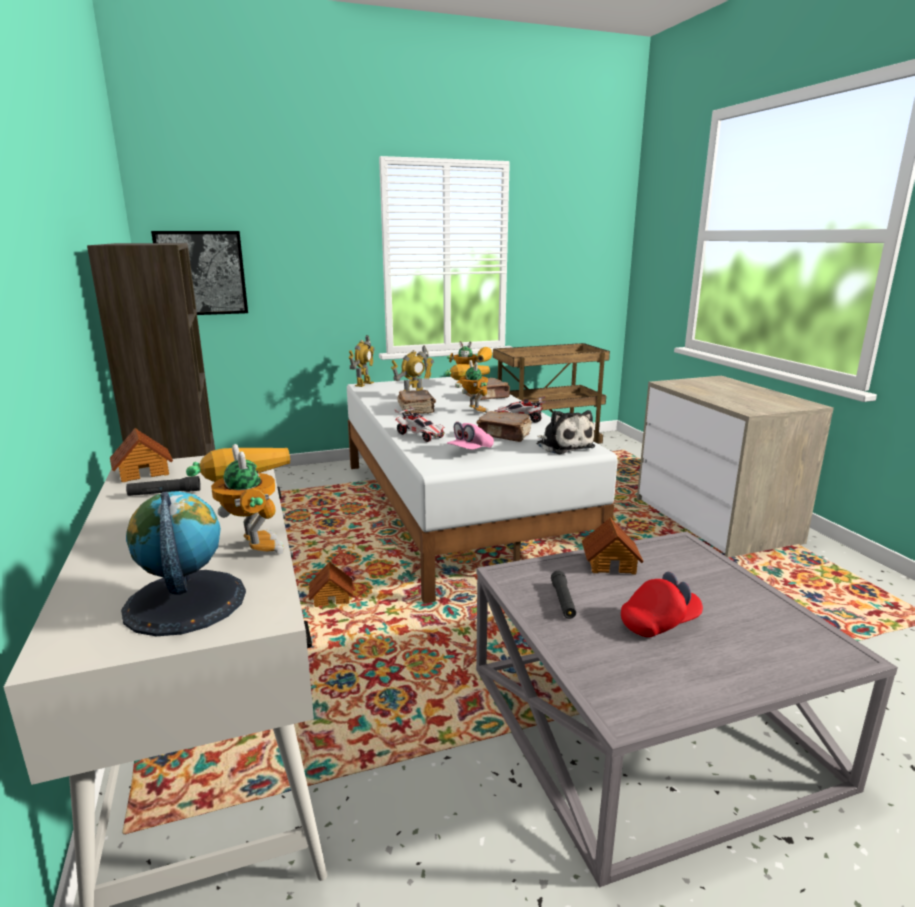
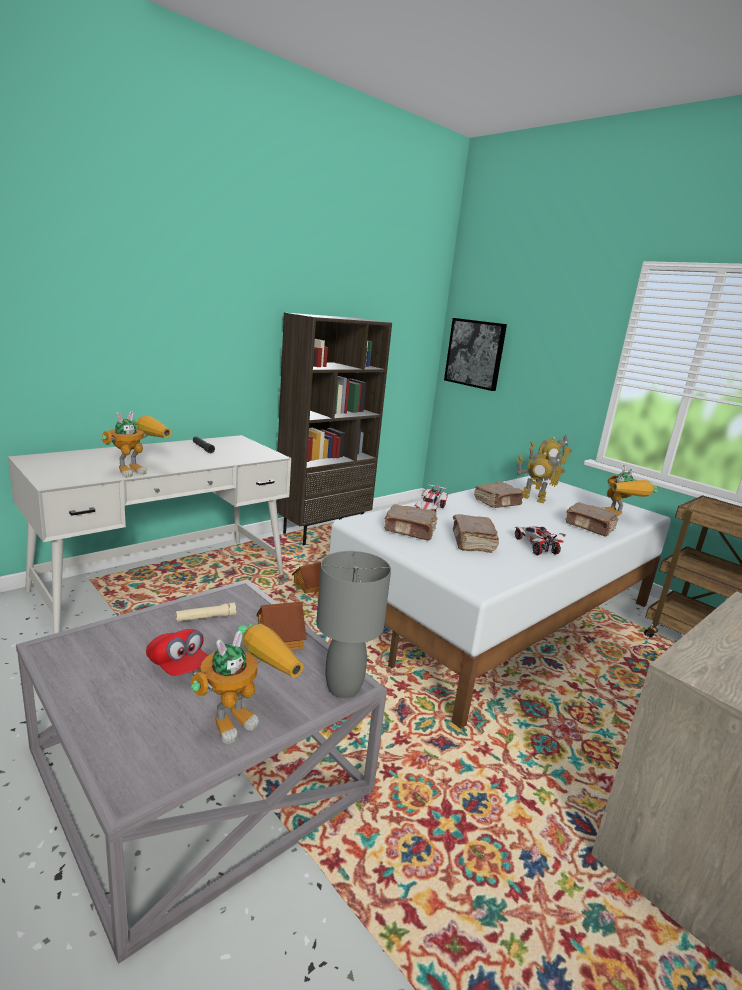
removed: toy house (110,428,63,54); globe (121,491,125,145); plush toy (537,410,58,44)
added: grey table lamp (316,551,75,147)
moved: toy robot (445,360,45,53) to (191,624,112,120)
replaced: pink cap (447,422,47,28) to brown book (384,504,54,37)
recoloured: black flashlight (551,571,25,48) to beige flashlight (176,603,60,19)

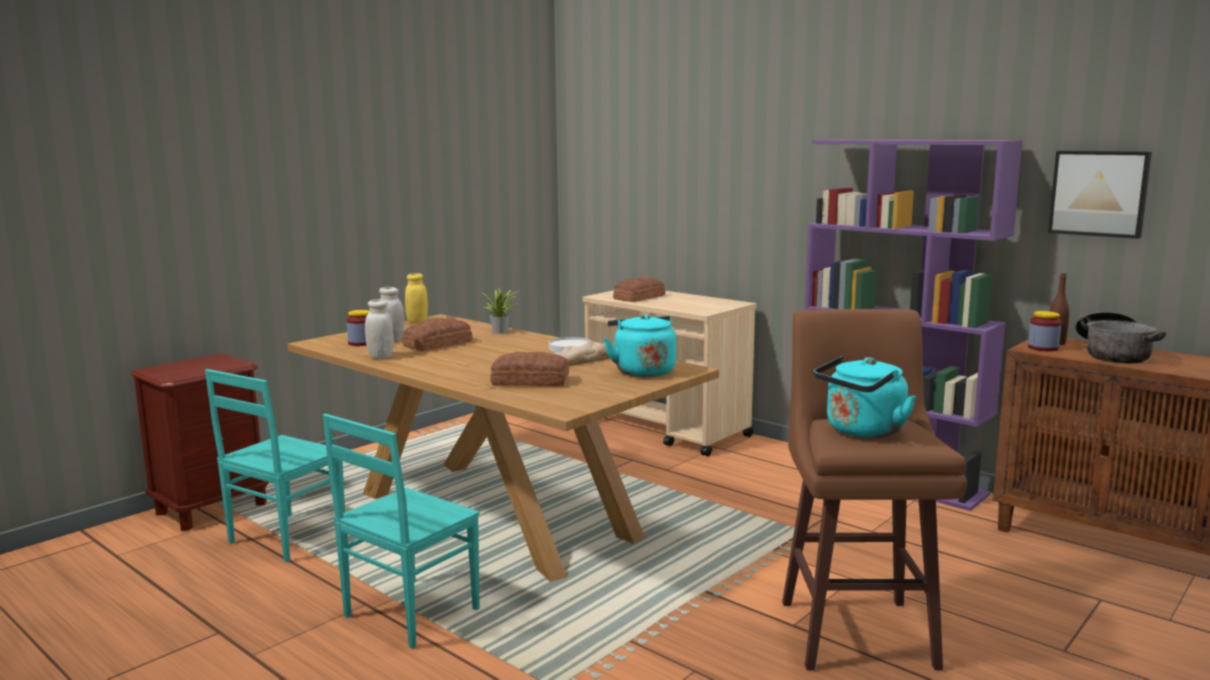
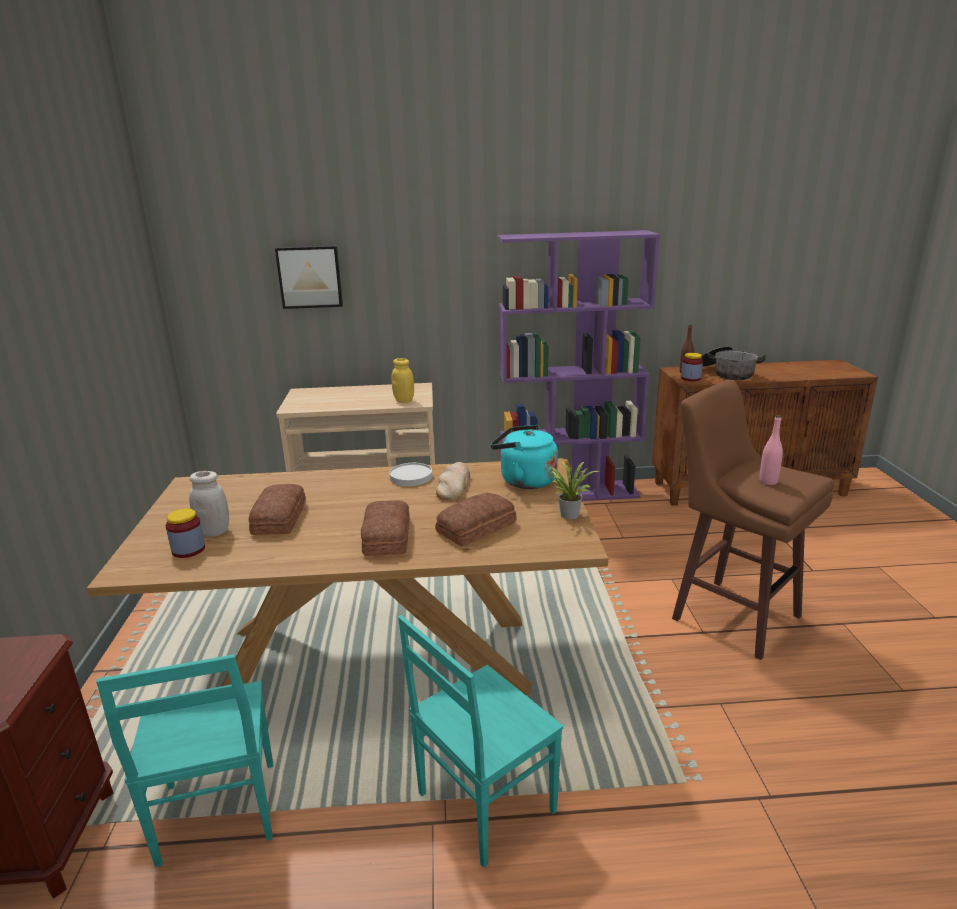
removed: white jar (365,299,29,60)
moved: yellow jar (405,273,23,51) to (391,358,23,45); potted plant (482,287,37,47) to (551,461,48,58); bread (613,277,52,25) to (361,500,49,56); picture (1048,151,104,88) to (275,246,68,63)
replaced: turquoise kettle (814,356,102,82) to pink bottle (759,415,24,70)
turned: turquoise chair (323,414,157,235) = (398,615,166,253) 60 degrees clockwise

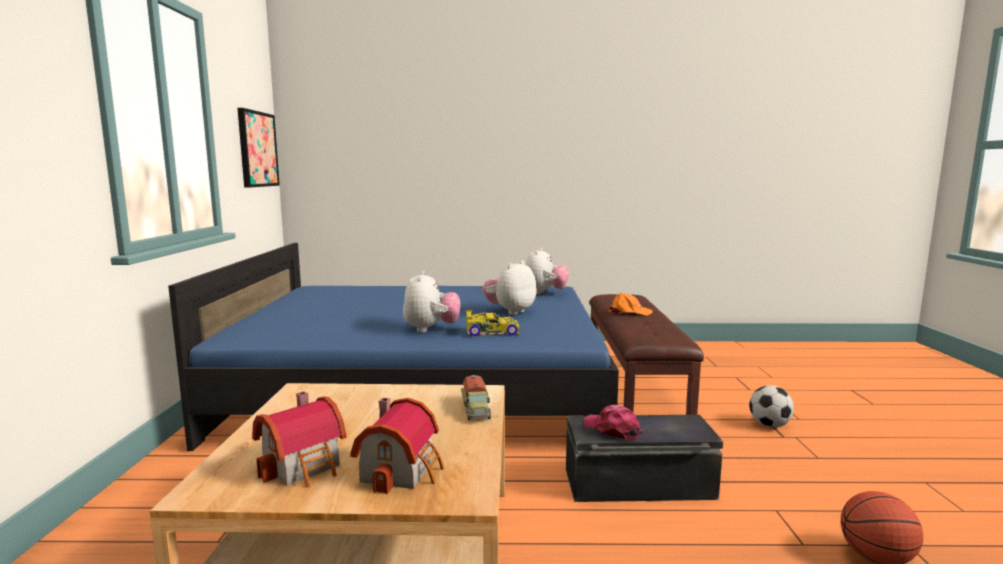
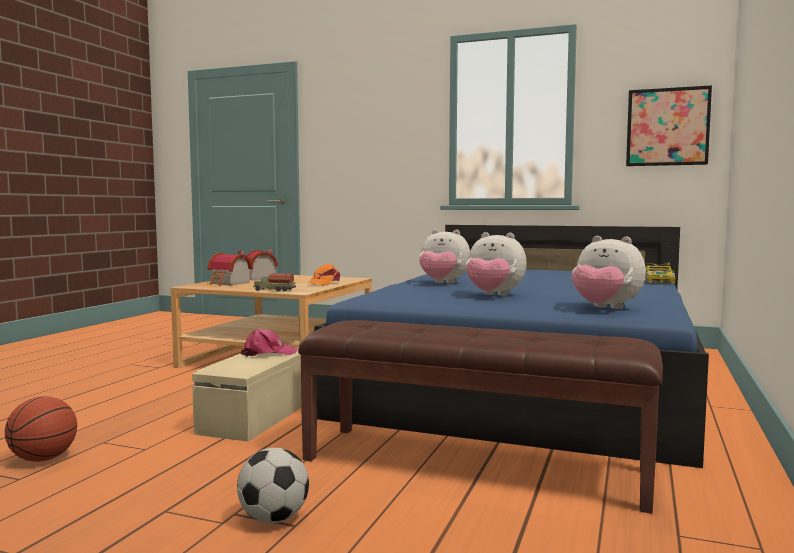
moved: toy car (465,310,55,26) to (644,262,32,21); orange cap (608,293,45,22) to (307,264,33,22)
recoloured: black storage box (566,415,157,87) to beige storage box (192,347,110,95)
turned: plush toy (482,260,55,55) = (466,232,61,64) 150 degrees clockwise

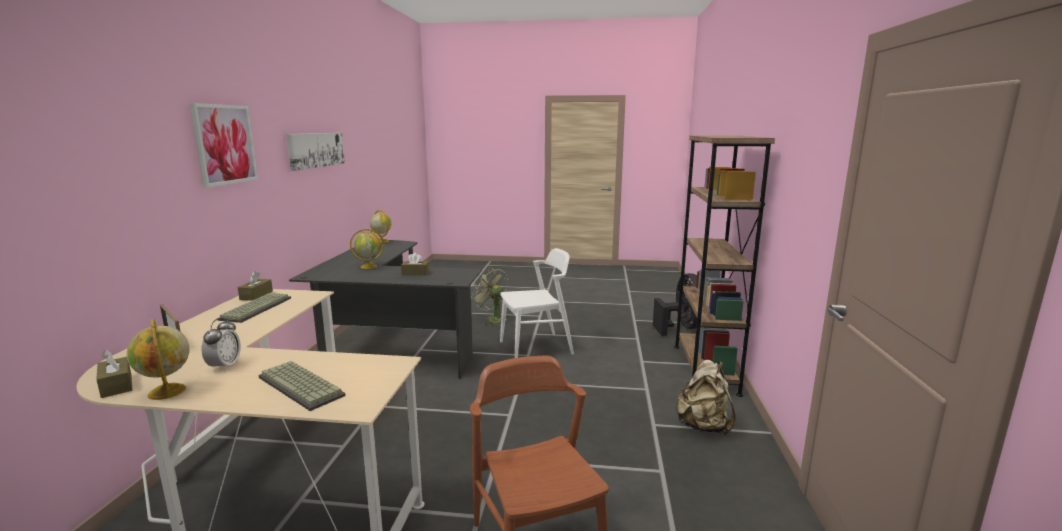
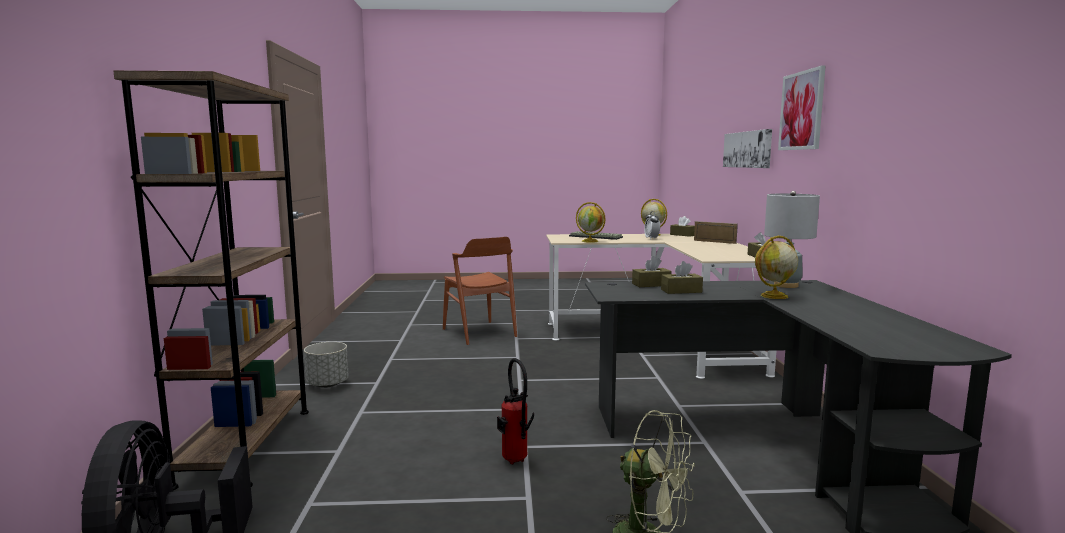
removed: keyboard (218,293,73,30)
added: brown tissue box (632,256,40,31); grey table lamp (764,191,56,97)
moved: picture (286,133,59,38) to (723,129,49,39); globe (370,210,21,33) to (576,202,30,41)
replaced: white chair (500,248,74,110) to fire extinguisher (497,358,37,106); beige backpack (675,360,61,76) to grey planter (304,342,45,46)

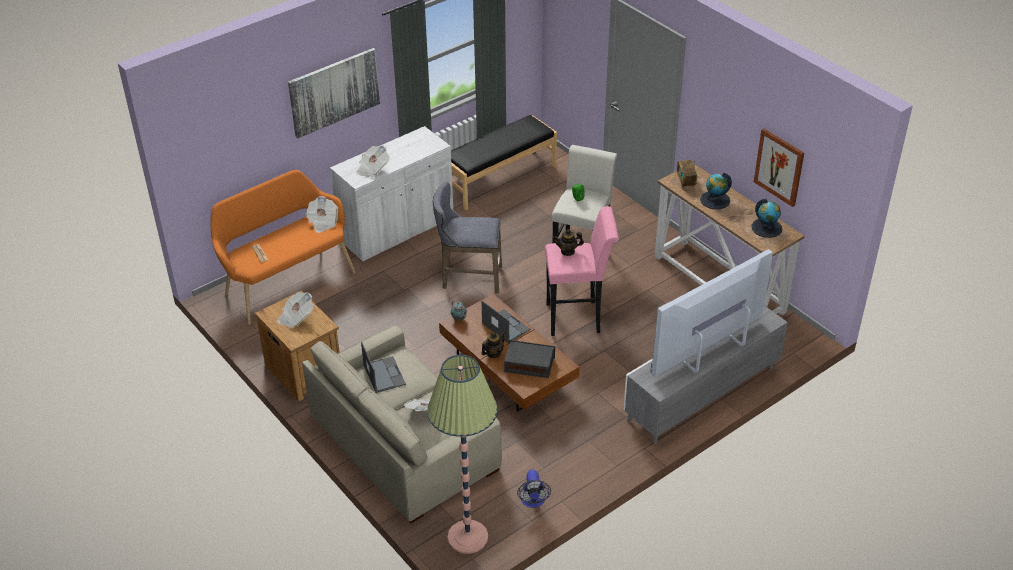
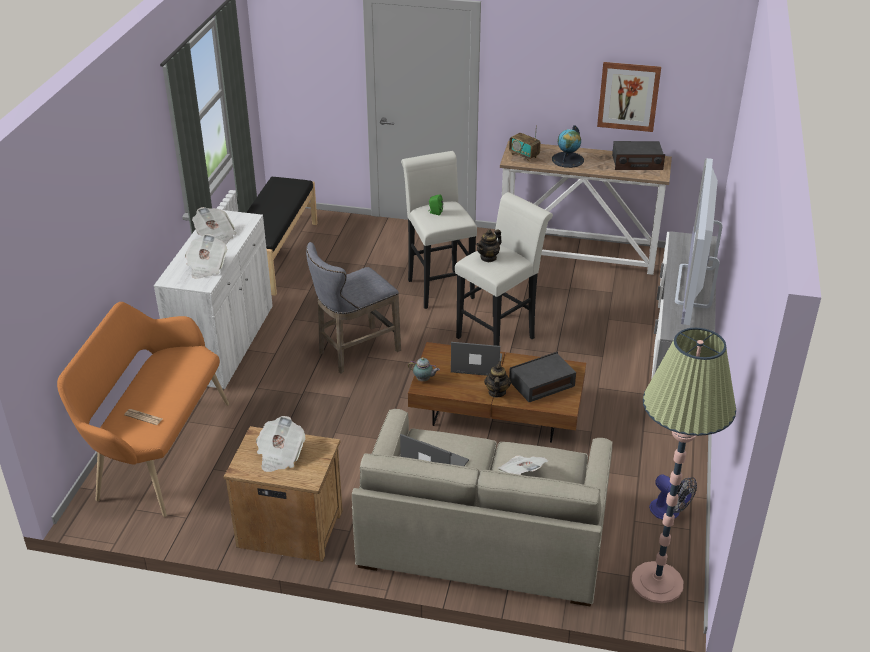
removed: picture (288,48,92,90)
moved: newspaper (306,196,32,37) to (192,207,45,37)
replaced: globe (751,199,31,39) to radio (612,141,53,29)
recoloured: pink stool (545,206,74,130) to white stool (455,192,98,154)

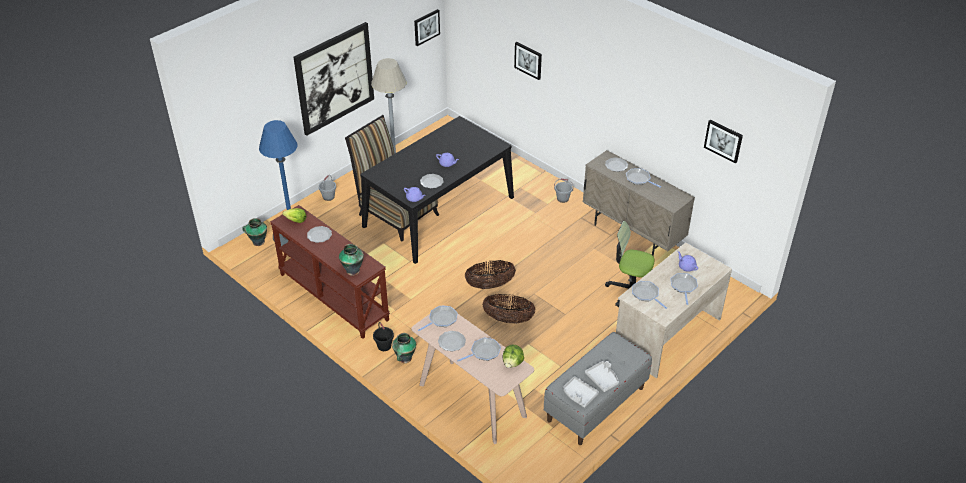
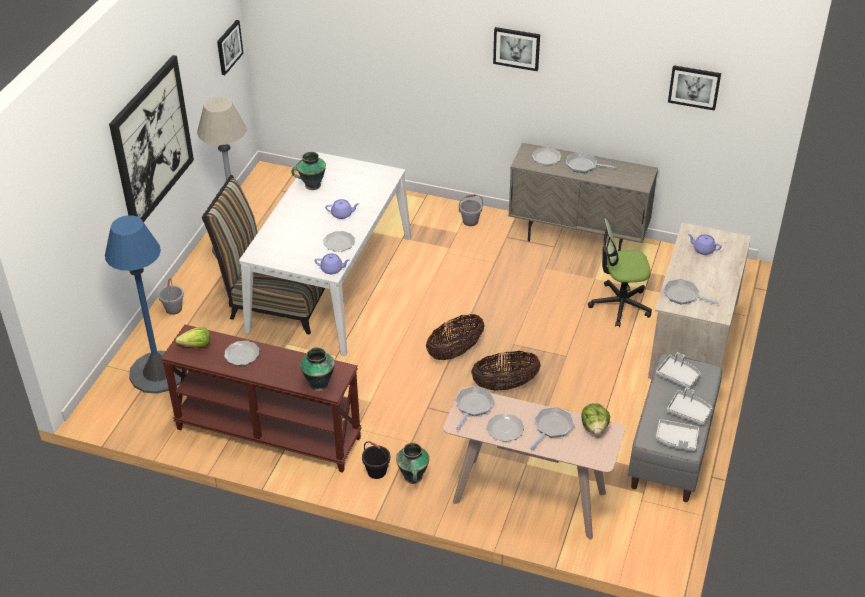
removed: frying pan (670,273,28,32)
added: grey tray (656,352,45,36)
moved: vase (242,218,25,28) to (291,152,35,38); picture (514,42,28,38) to (493,27,47,44)
recoloured: black dining table (360,116,154,148) to white dining table (239,152,172,205)

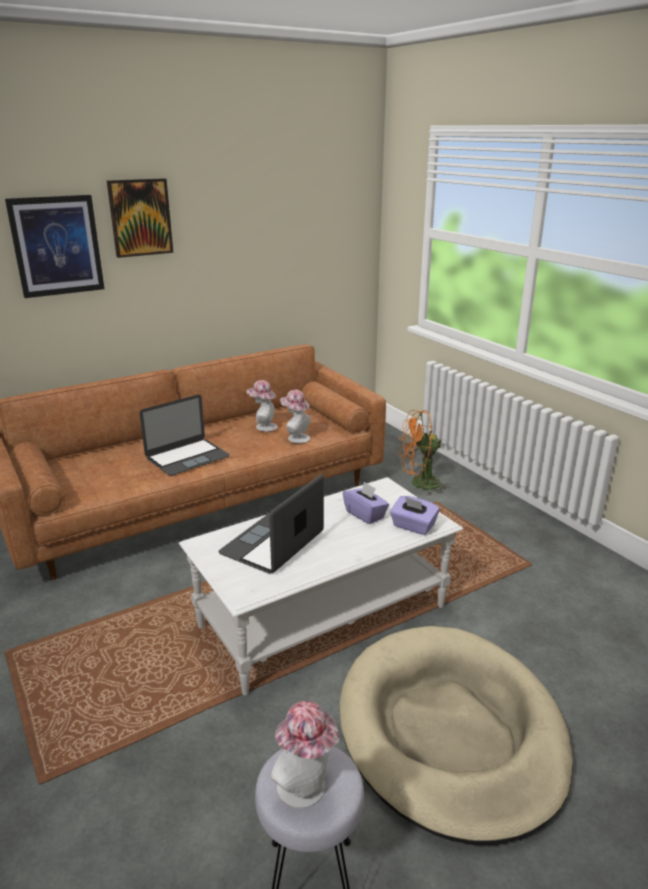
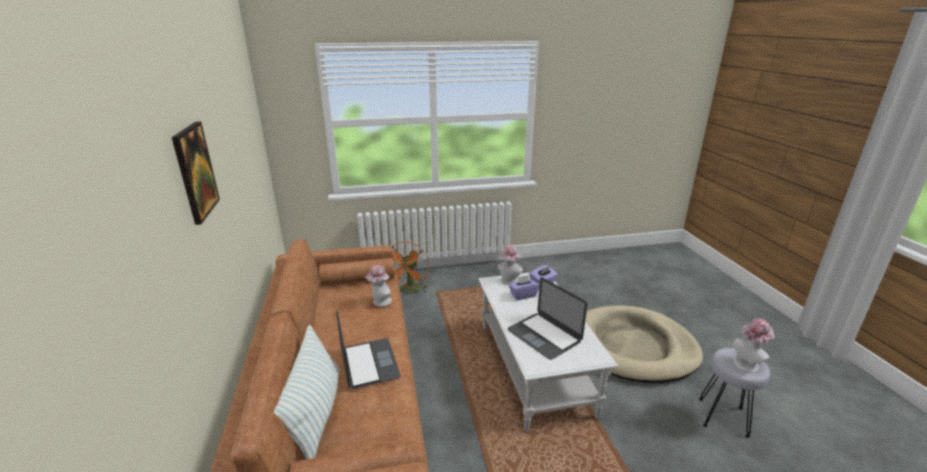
removed: picture (5,195,99,103)
added: pillow (274,325,66,134)
moved: hat (247,380,31,52) to (498,245,25,40)

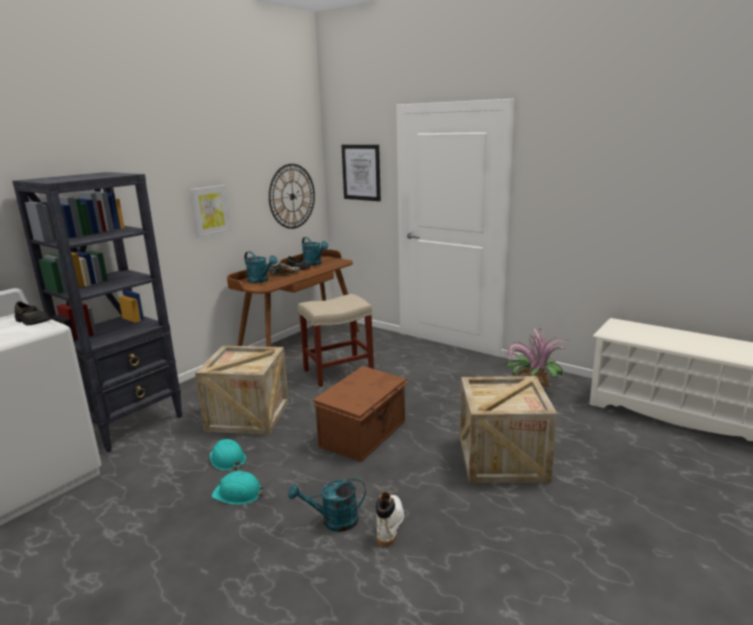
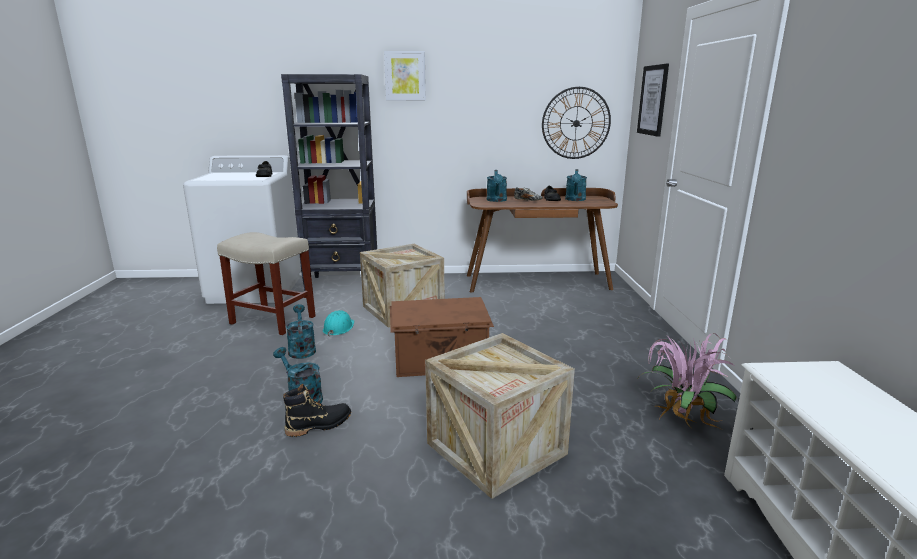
moved: picture (190,185,41,53) to (384,51,42,49); beige stool (298,294,76,93) to (217,232,99,103)
replaced: turquoise hard hat (211,471,54,34) to turquoise watering can (286,304,30,55)
recoloured: white boot (376,492,28,55) to black boot (283,384,68,53)

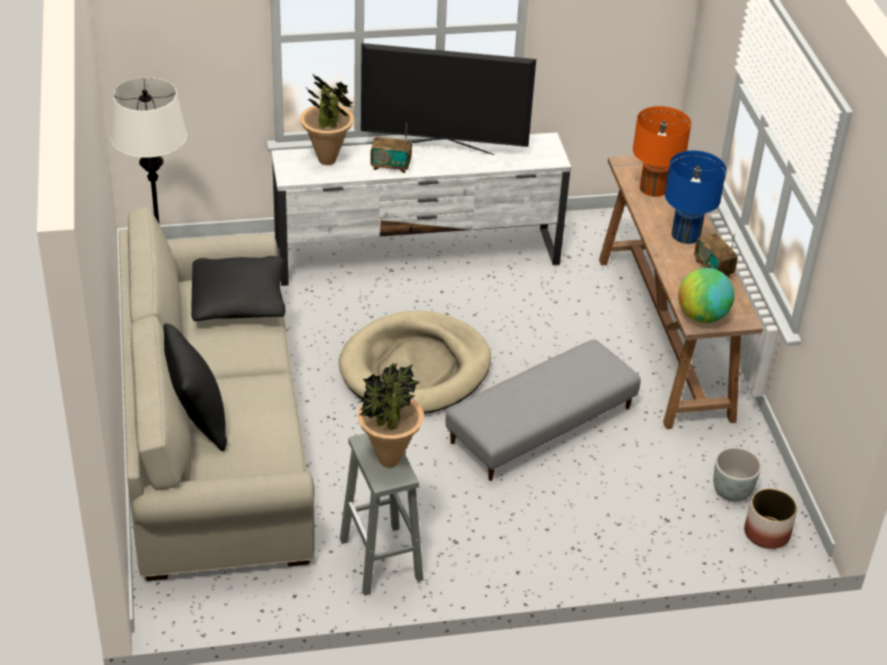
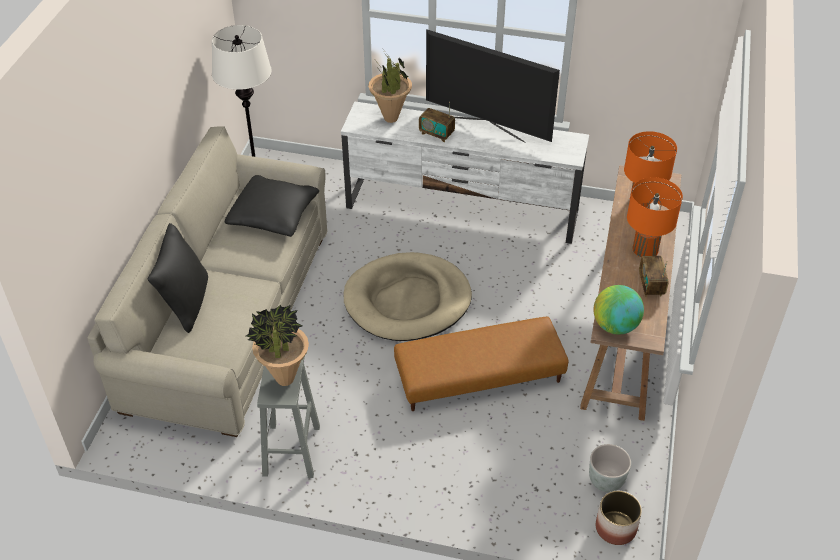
recoloured: grey ottoman (445,340,196,141) to brown ottoman (394,317,175,94); blue table lamp (665,151,61,93) to orange table lamp (627,177,56,80)

